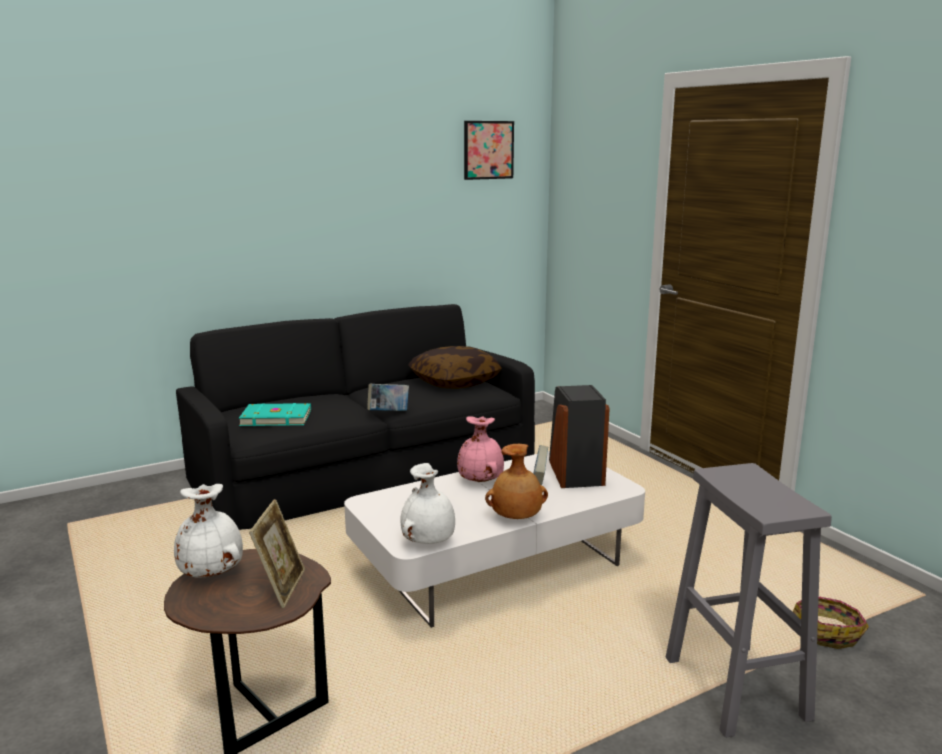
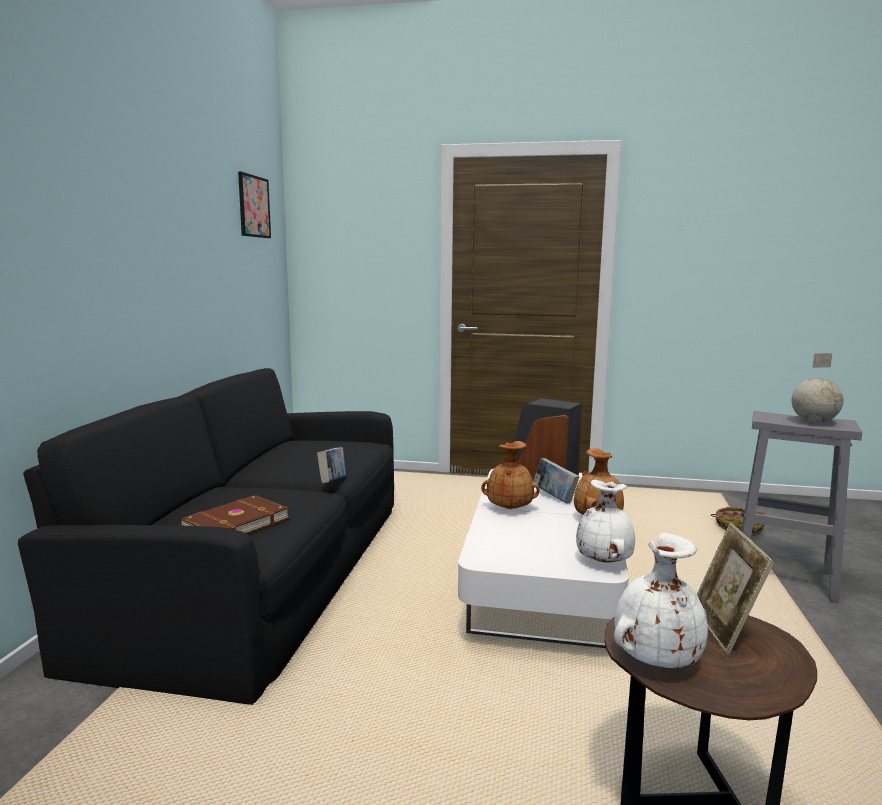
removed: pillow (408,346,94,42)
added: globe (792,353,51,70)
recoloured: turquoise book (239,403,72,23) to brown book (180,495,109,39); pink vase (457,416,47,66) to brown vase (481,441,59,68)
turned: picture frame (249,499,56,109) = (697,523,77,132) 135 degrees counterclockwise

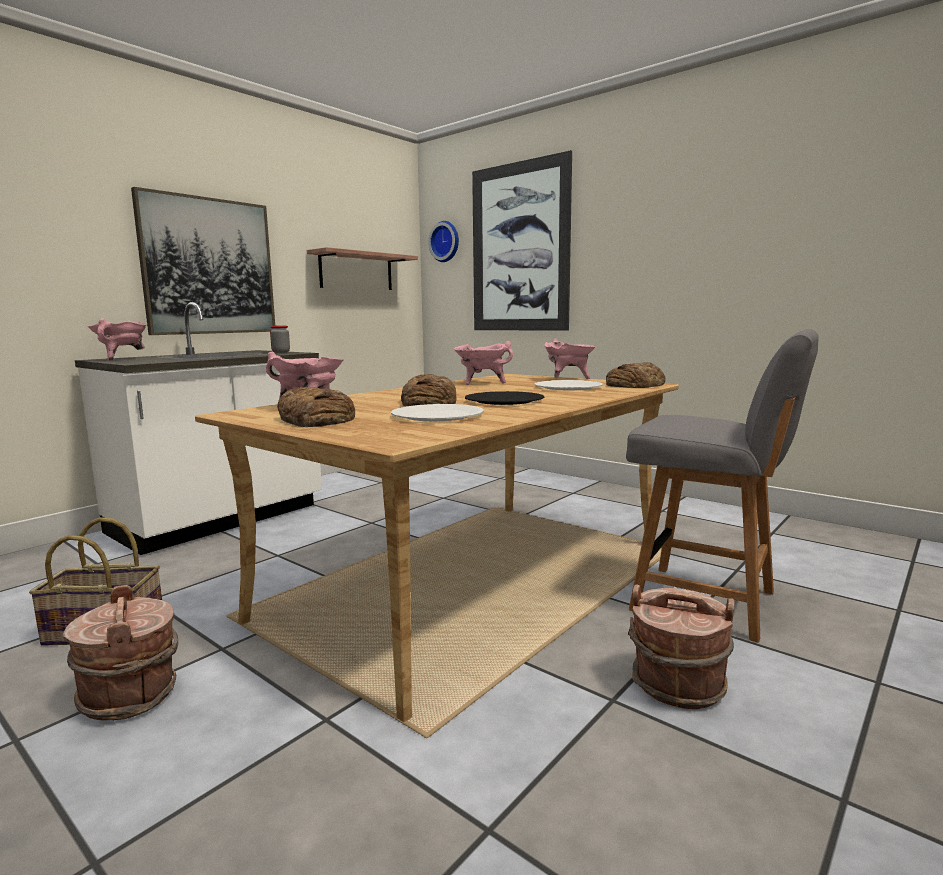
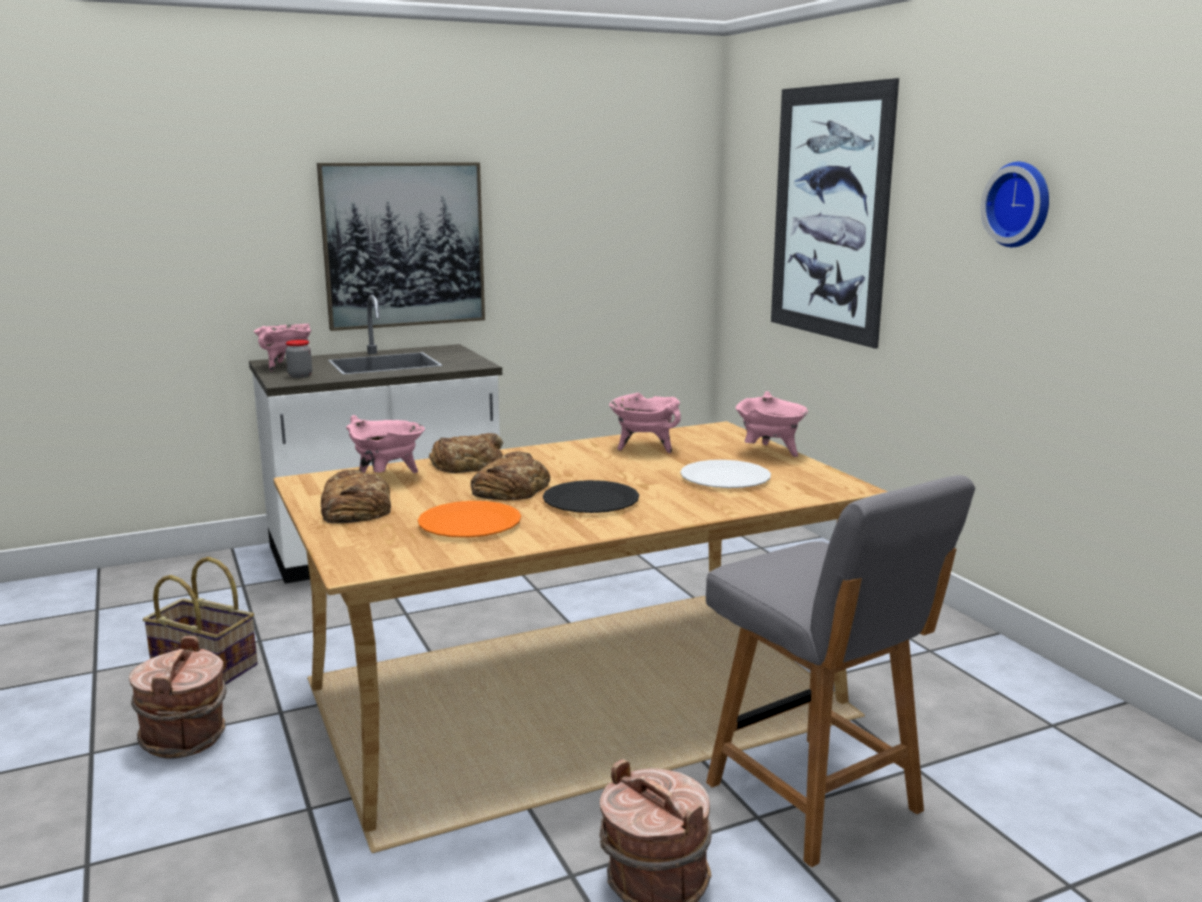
removed: shelf (307,247,111,43)
moved: jar (270,326,20,27) to (285,340,27,38); wall clock (428,221,31,41) to (981,162,68,85); bread (606,362,60,26) to (429,433,74,40)
recoloured: white plate (391,404,93,17) to orange plate (418,501,103,37)

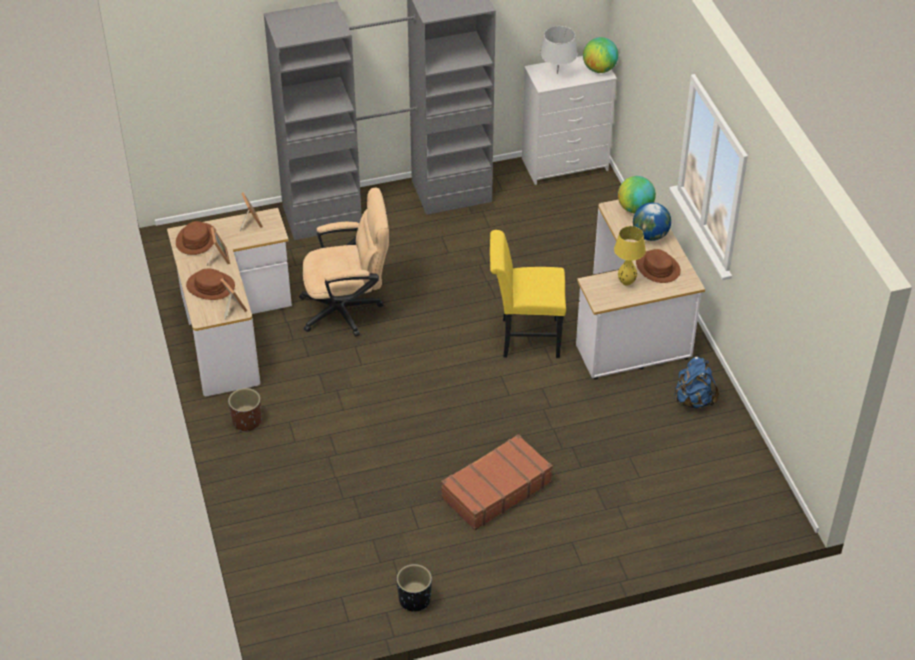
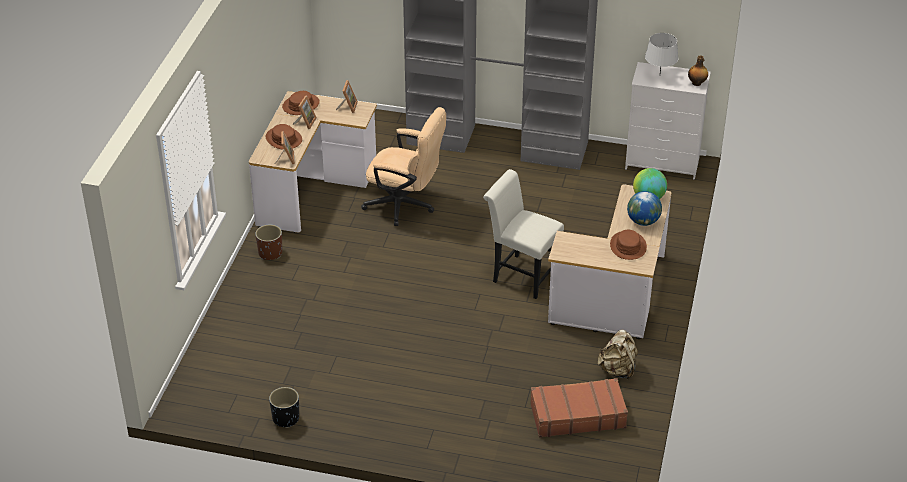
removed: yellow table lamp (614,226,32,60)
moved: brown suitcase (441,434,112,96) to (530,378,98,60)
replaced: globe (583,37,35,36) to bottle (688,55,20,31)
recoloured: yellow chair (490,230,76,128) to white chair (483,169,81,130); blue backpack (674,356,45,53) to beige backpack (597,330,41,50)

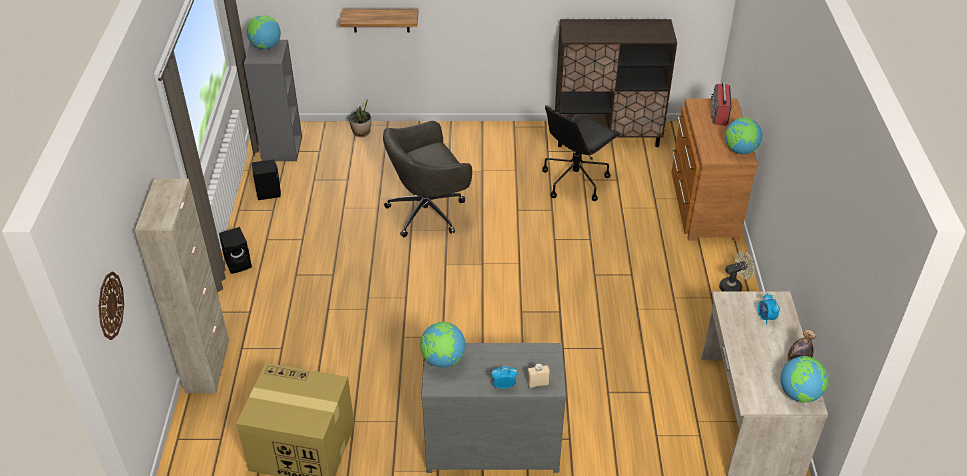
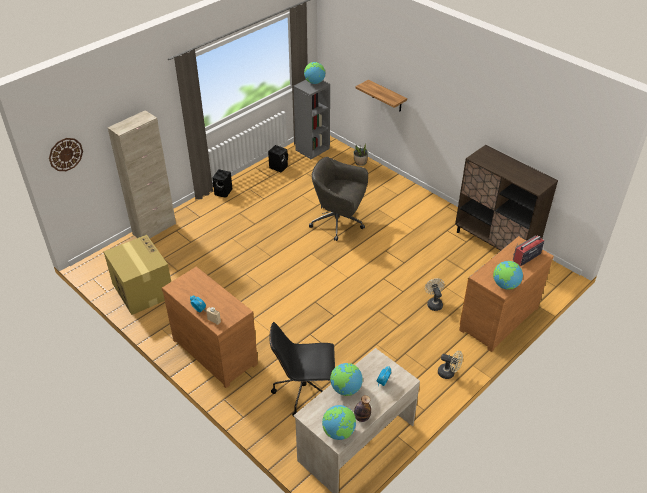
added: beige fan (425,278,20,33)
moved: globe (420,322,45,45) to (330,363,33,33); black office chair (542,105,79,96) to (269,322,66,94)
recoloured: grey dresser (421,343,145,130) to brown dresser (162,267,96,121)

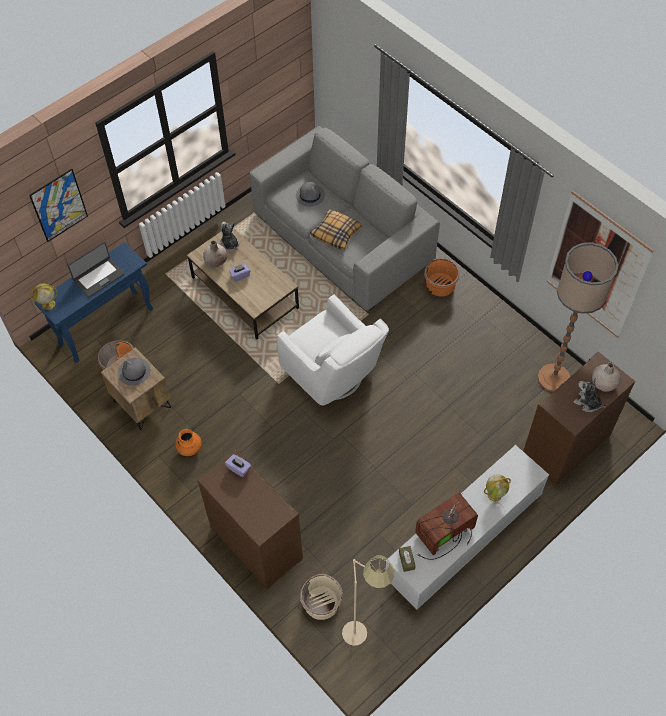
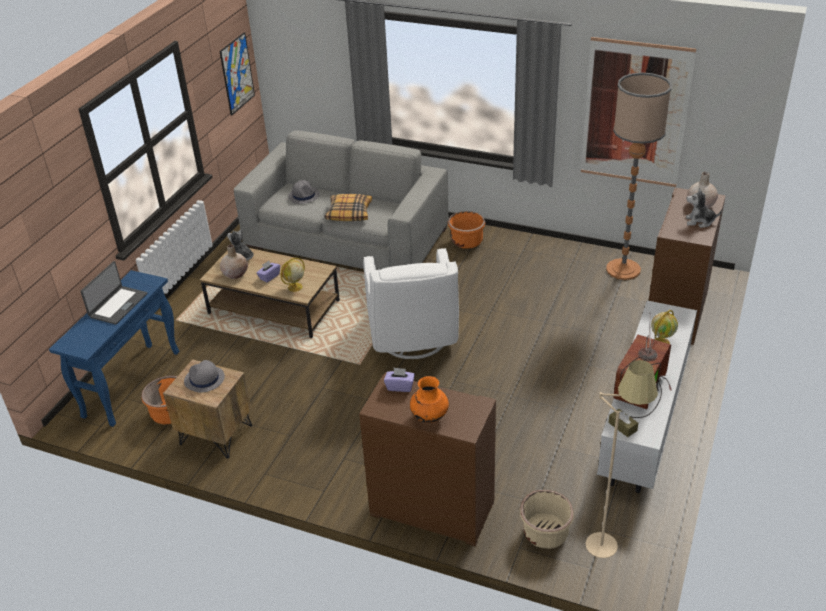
moved: picture (29,169,59,73) to (220,32,35,84); globe (30,284,28,26) to (281,258,24,34); orange vase (175,429,27,28) to (410,376,39,47)
turned: white armchair (277,294,112,112) = (363,248,96,111) 60 degrees clockwise

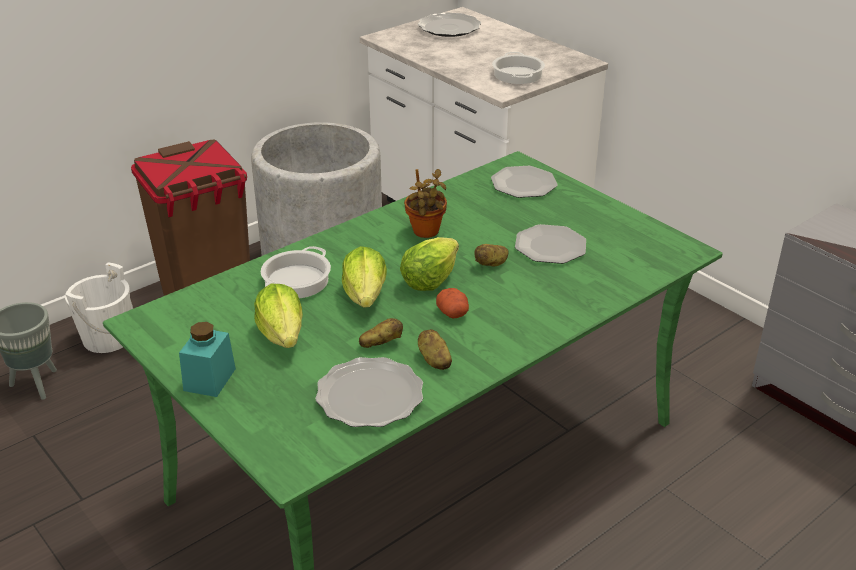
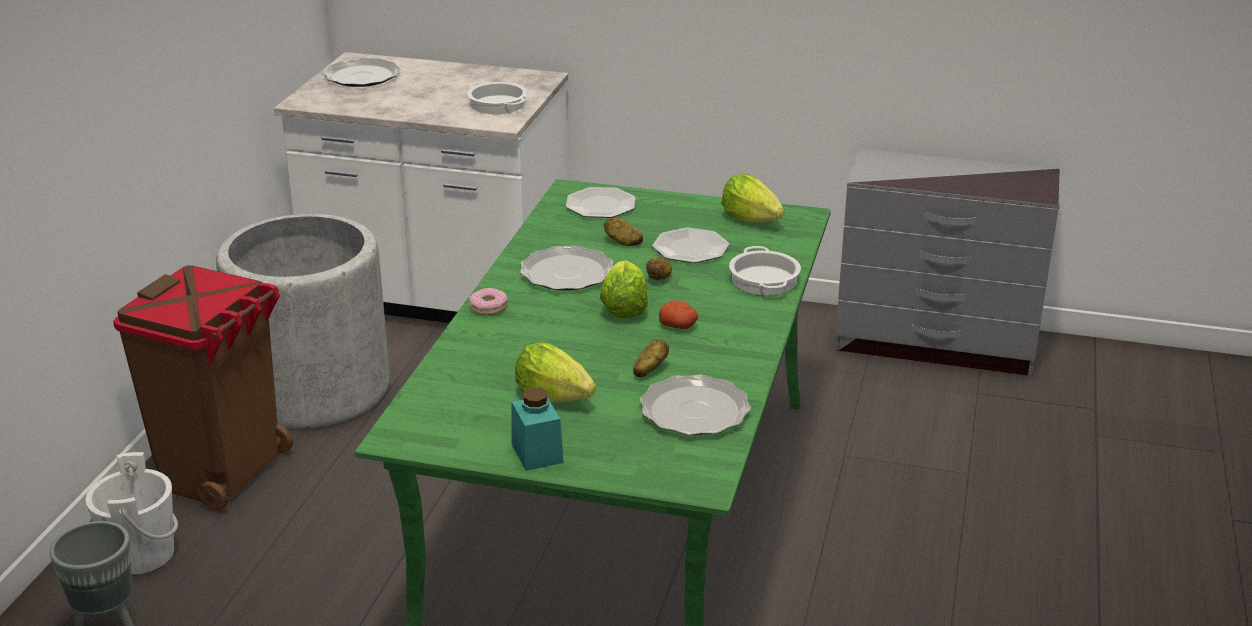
added: donut (469,288,39,27)
moved: cooking pot (261,246,70,52) to (729,246,72,49); lettuce (342,246,45,61) to (722,174,62,49); potato (418,329,34,41) to (604,218,39,28)
replaced: potted plant (404,169,43,69) to plate (520,246,93,45)

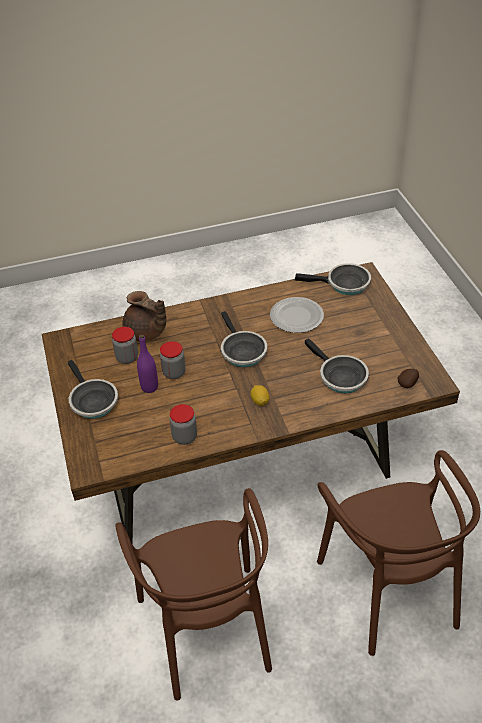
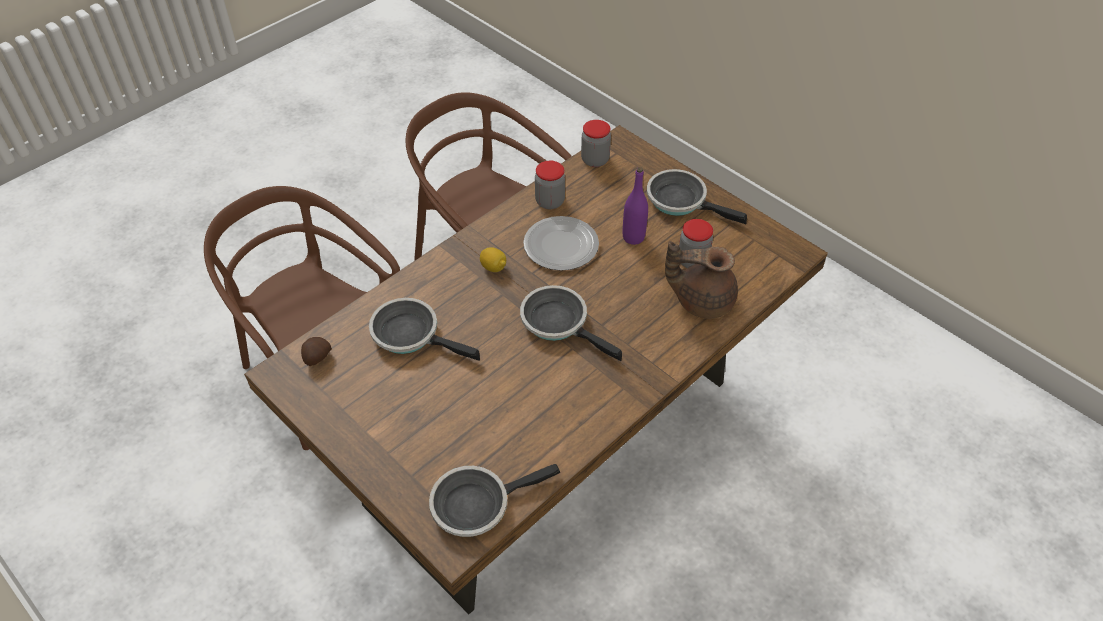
moved: jar (160,341,26,38) to (581,120,30,47); plate (270,297,54,36) to (523,216,76,55)

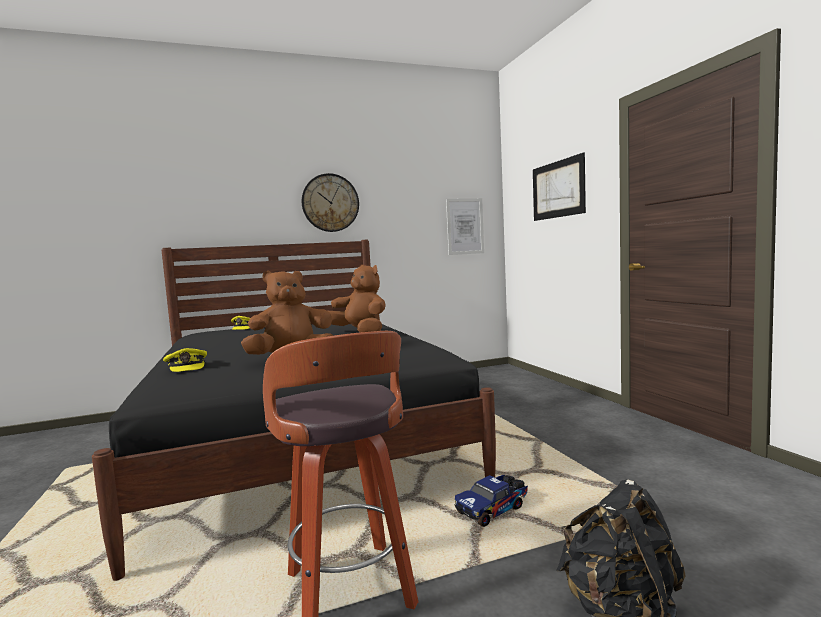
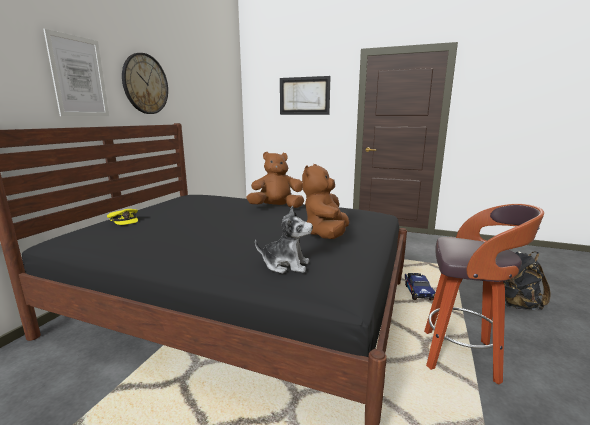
moved: picture (446,198,38,57) to (43,29,66,87)
replaced: yellow cap (163,348,44,24) to plush toy (255,206,58,67)

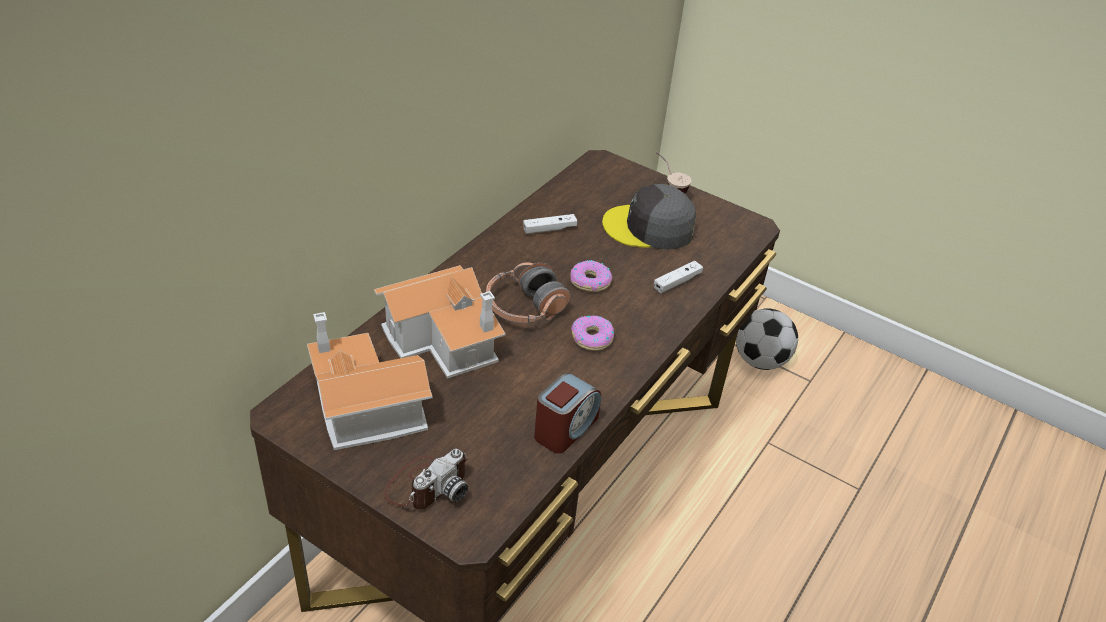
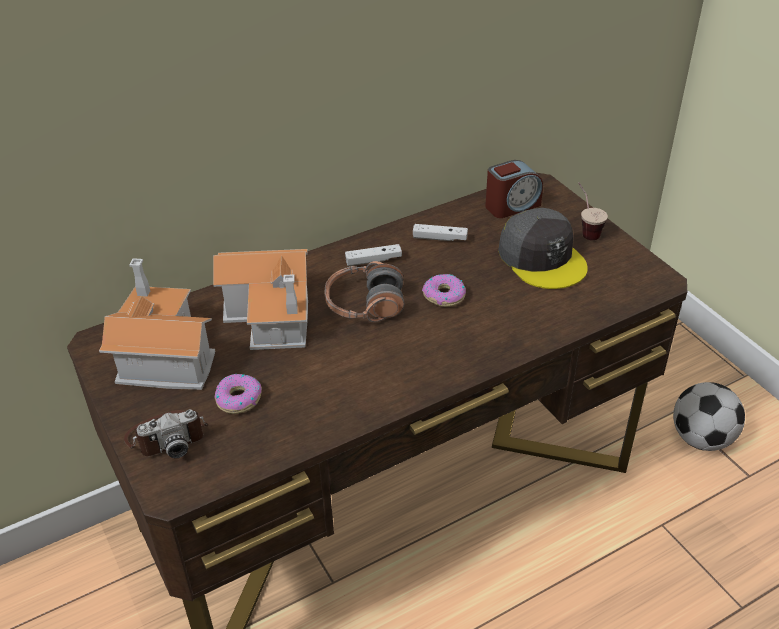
moved: alarm clock (534,373,67,80) to (485,160,58,58); donut (571,315,43,36) to (215,374,47,40); white game controller (654,261,49,32) to (345,244,57,22)
turned: grey cap (602,184,94,66) = (498,208,90,81) 150 degrees counterclockwise

